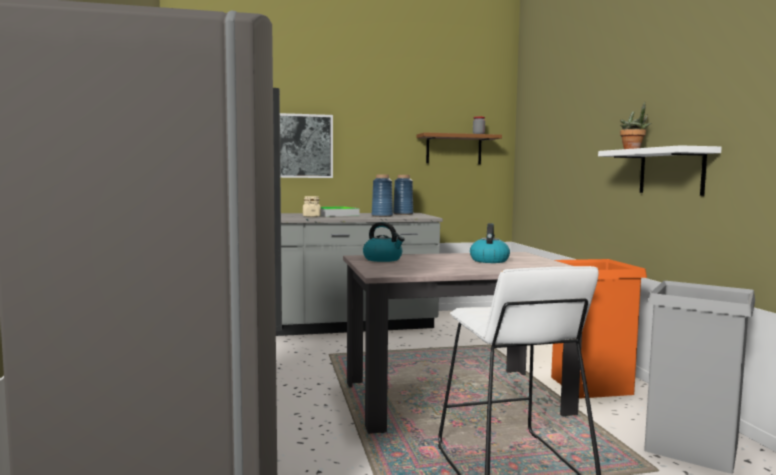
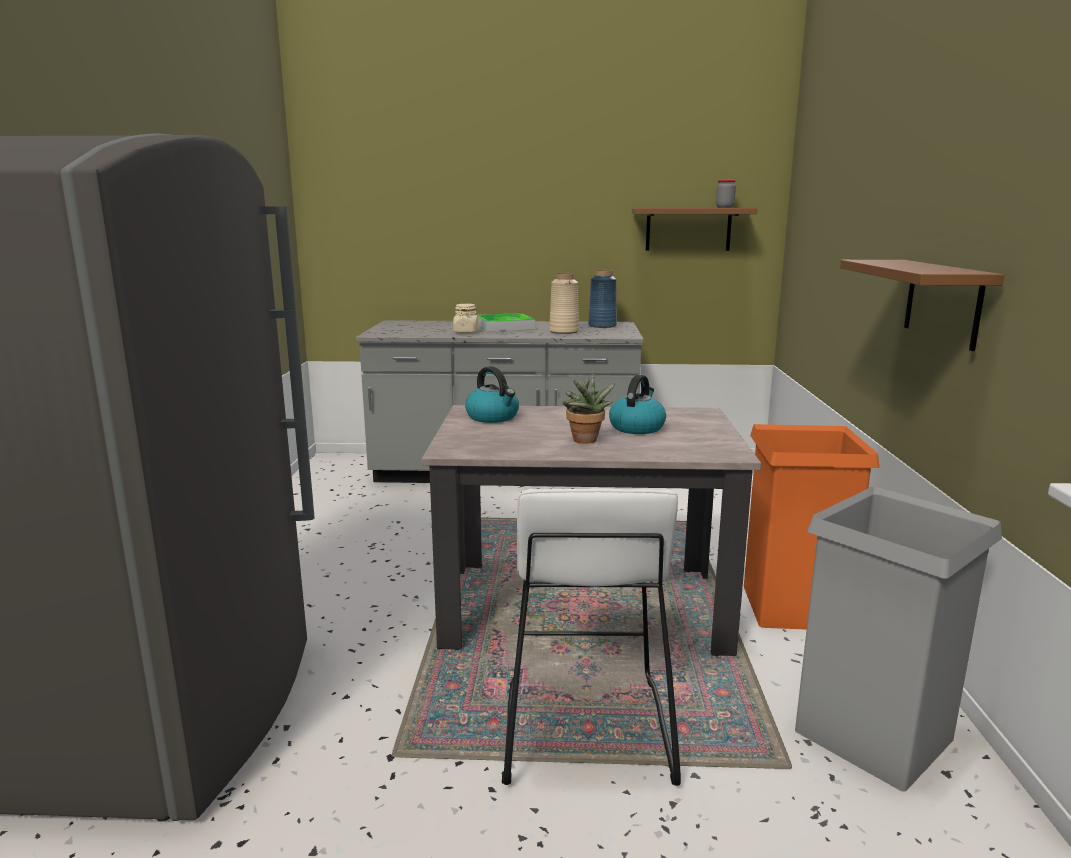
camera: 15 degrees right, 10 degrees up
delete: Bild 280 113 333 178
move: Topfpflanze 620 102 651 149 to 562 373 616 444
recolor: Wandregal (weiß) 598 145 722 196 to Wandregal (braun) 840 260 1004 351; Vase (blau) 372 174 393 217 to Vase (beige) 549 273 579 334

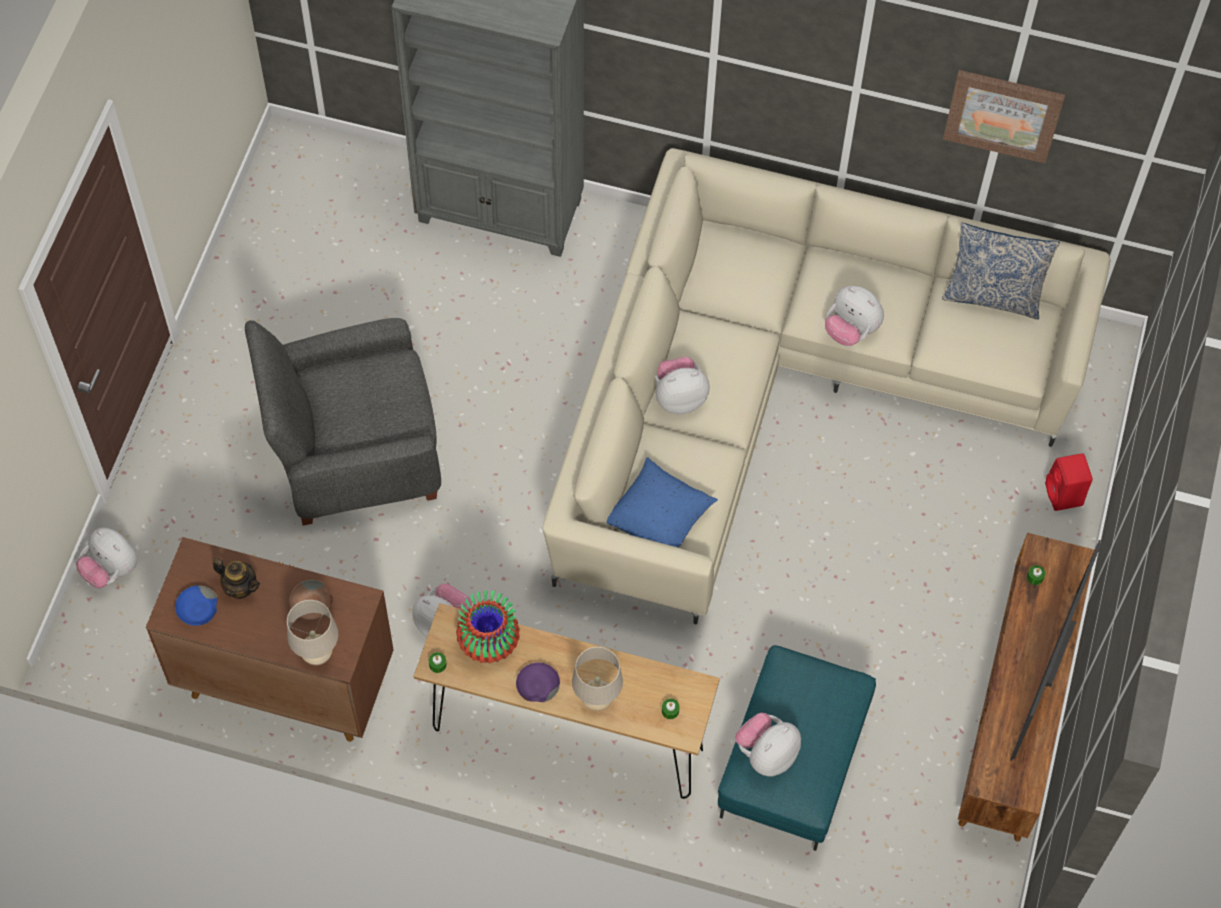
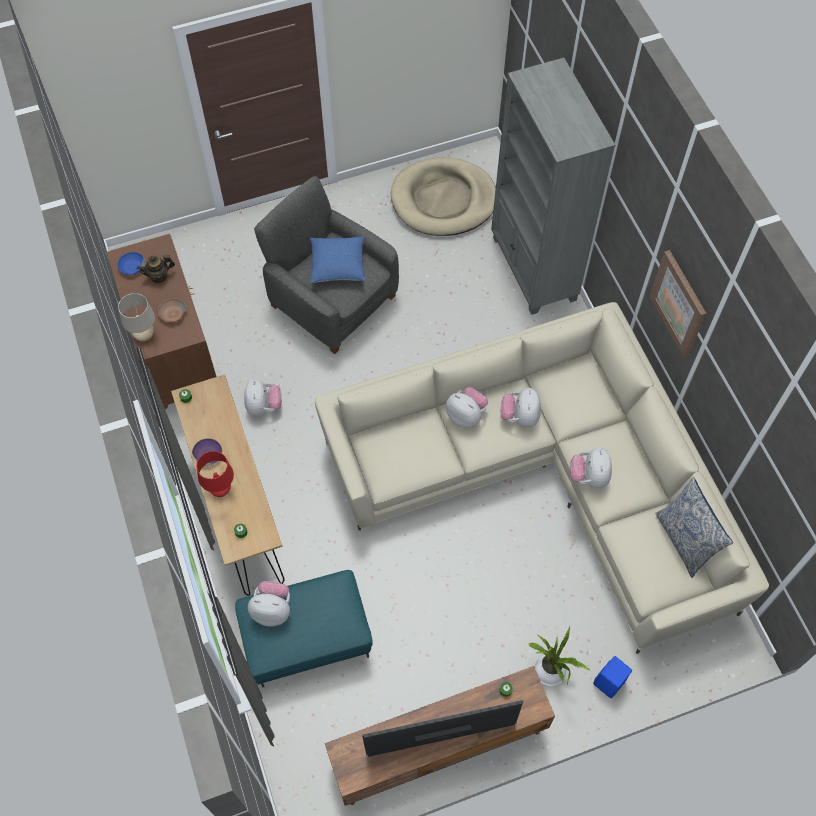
camera: 55 degrees right, 0 degrees up
delete: Vase 456 590 520 663
insert: Hundebett (beige) 390 157 496 236; Topfpflanze 529 626 591 686
move: Bild 943 70 1065 163 to 649 250 706 357; Kissen (blau) 606 457 718 548 to 310 236 366 283; Plüschtier 76 528 138 588 to 501 388 541 427
recolor: Lautsprecher (rot) 1045 453 1093 511 to Lautsprecher (blau) 593 656 632 699; Tischlampe (beige) 572 647 623 711 to Tischlampe (rot) 196 451 234 497
rotate: Teekanne 213 558 260 599 = 137 255 175 283 75 degrees clockwise

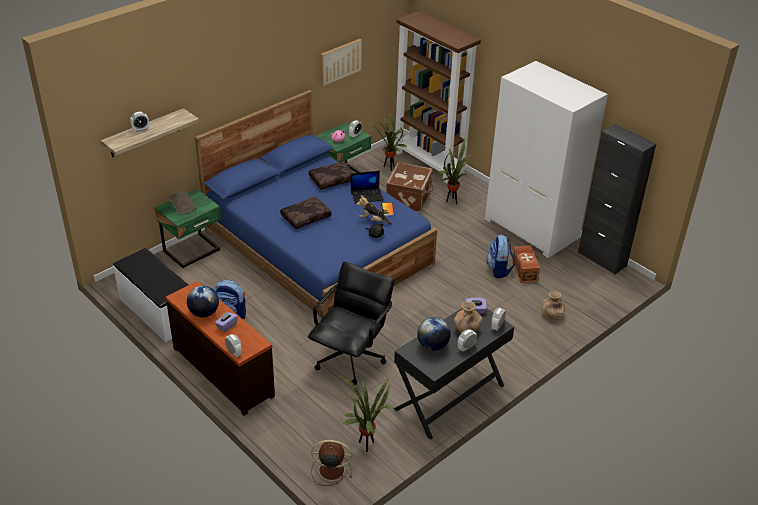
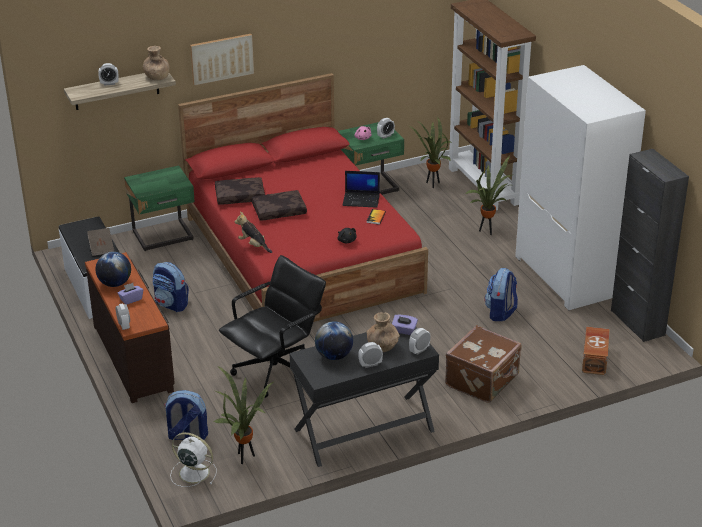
camera: 20 degrees right, 5 degrees down
insert: Rucksack 164 390 208 440
move: Bild 321 39 362 86 to 190 34 254 86; Kissen (braun) 309 161 354 190 to 215 177 265 205; Koffer (braun) 386 162 433 212 to 445 325 522 403; Buch (braun) 169 190 197 216 to 87 228 114 256; Plüschtier 357 195 392 225 to 234 211 272 253; Aufbewahrungsbox (braun) 512 245 540 283 to 582 327 610 375; Vase (braun) 541 291 565 320 to 143 46 169 80
recolor: Bett (blau) 195 90 437 318 to Bett (rot) 178 73 428 322; Ventilator (braun) 311 440 352 486 to Ventilator (weiß) 170 432 217 487

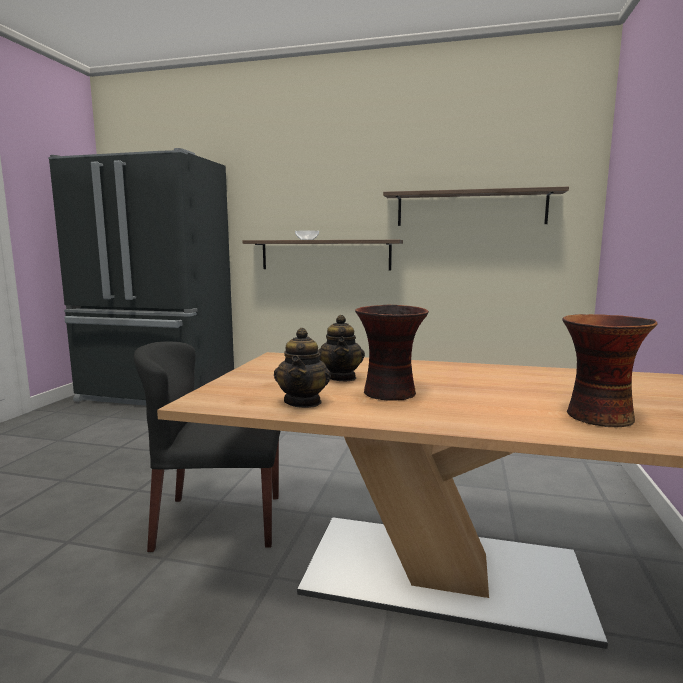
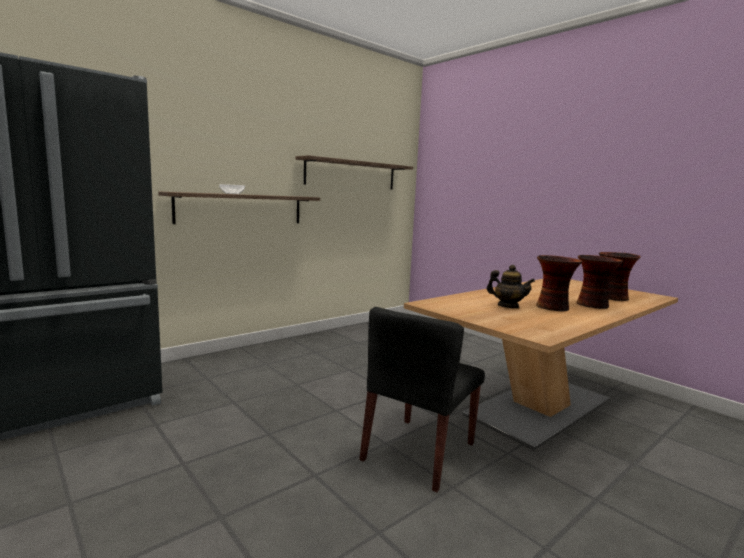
camera: 55 degrees left, 0 degrees up
delete: Teekanne 274 328 331 408
insert: Vase 576 255 623 309

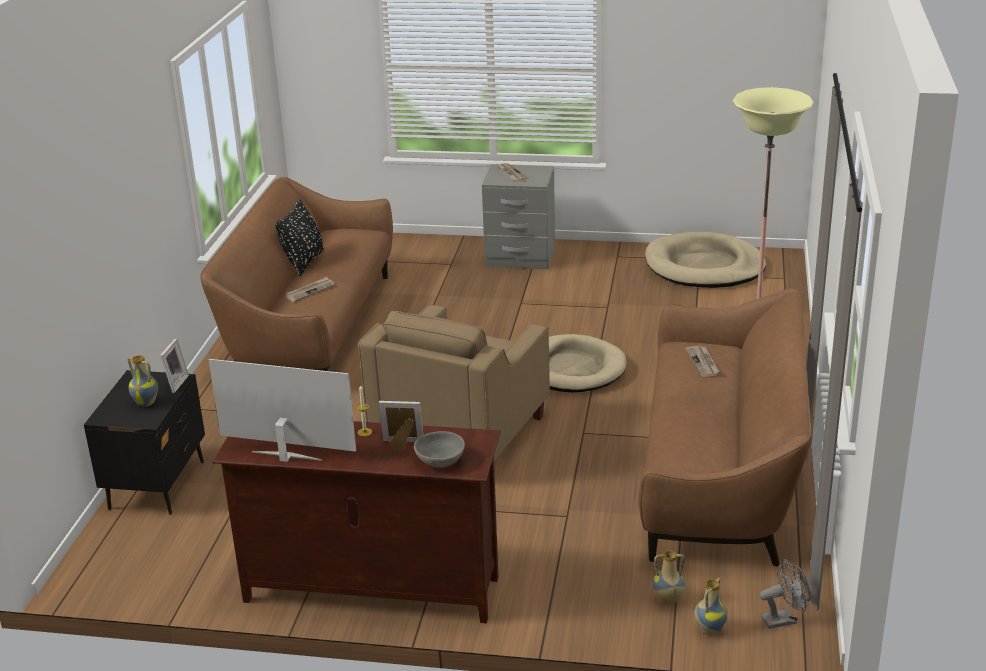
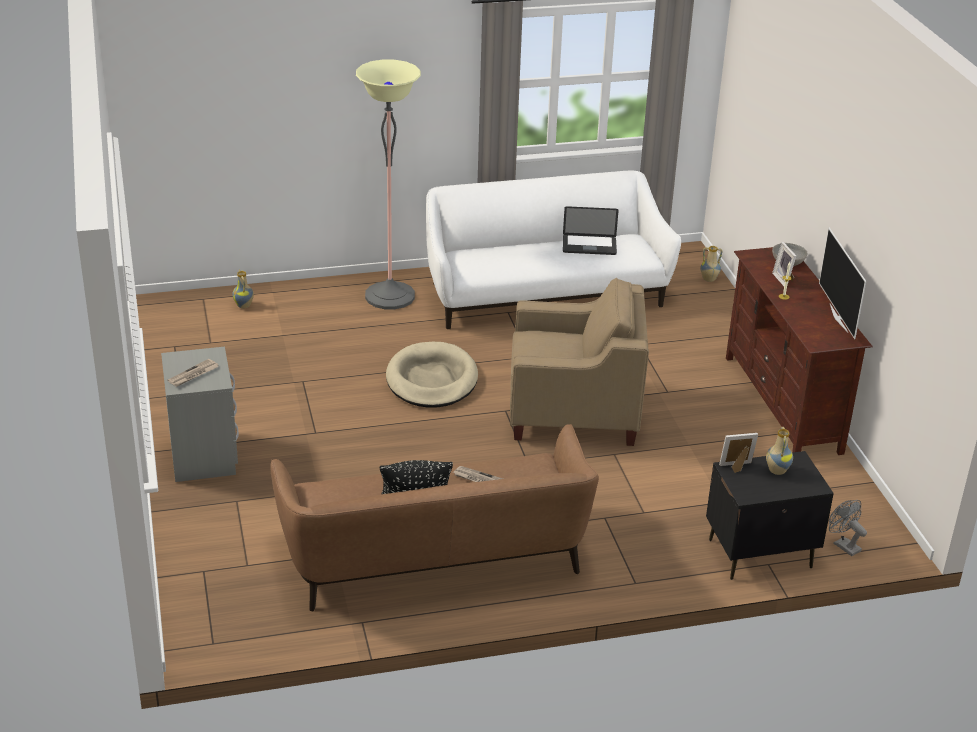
camera: 115 degrees left, 5 degrees up
delete: Hundebett (beige) 645 232 766 288; Zeitung 686 346 720 377
insert: Laptop 563 206 619 255
move: Vase 653 550 685 605 to 232 270 254 308; Ventilator (grau) 760 559 810 629 to 829 500 867 556
recolor: Sofa (braun) 638 289 812 567 to Sofa (weiß) 426 170 681 329

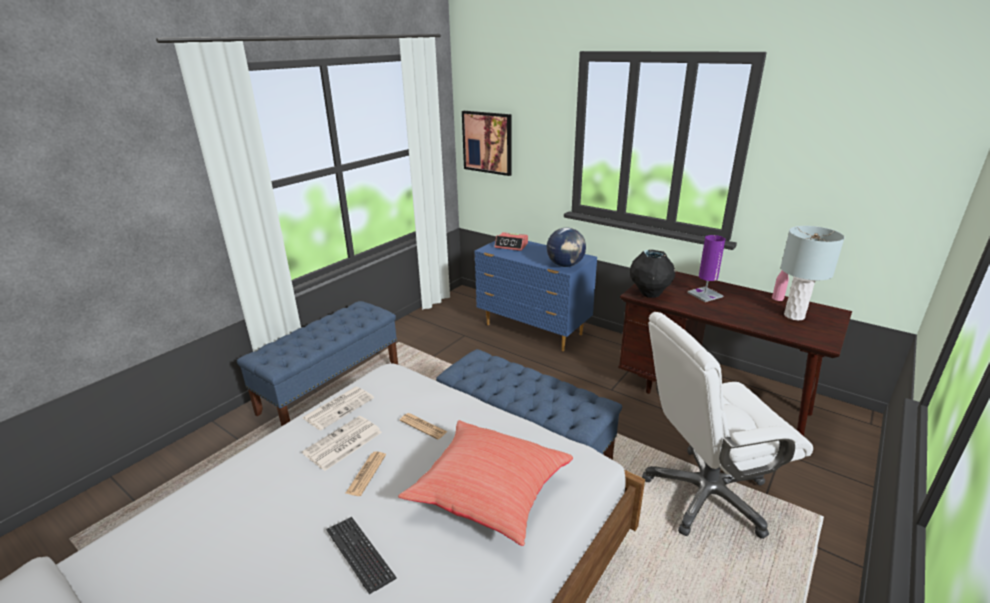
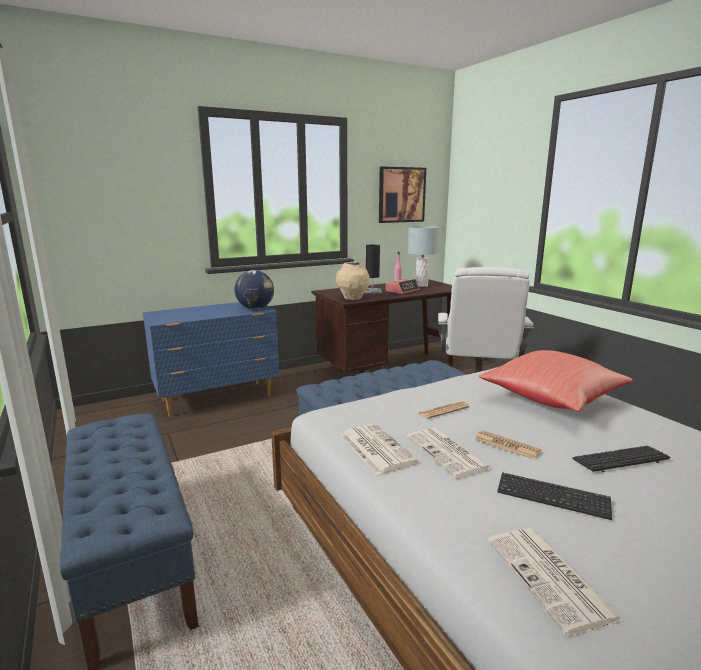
camera: 65 degrees left, 10 degrees down
insert: Tastatur 497 472 612 520; Zeitung 488 528 624 636
move: Bild 462 111 512 176 to 379 167 426 223; Wecker 495 232 528 251 to 386 279 420 294
recolor: Tischlampe (lila) 687 235 725 302 to Tischlampe (schwarz) 364 245 382 293; Vase (schwarz) 630 250 675 298 to Vase (beige) 336 261 370 300

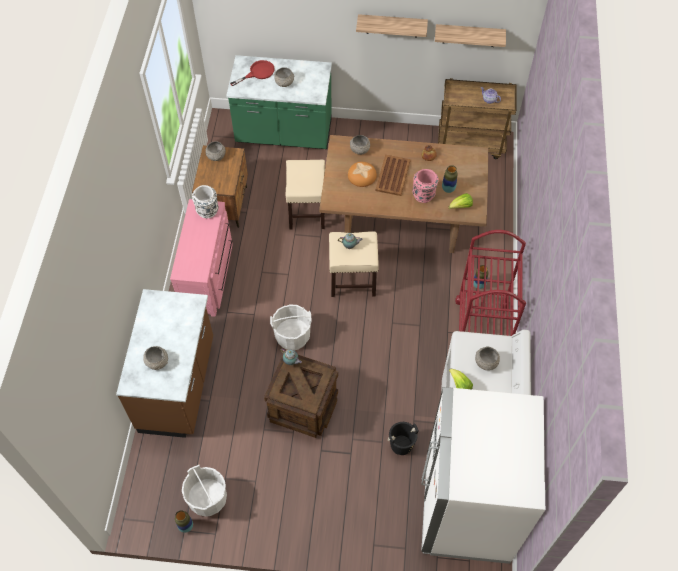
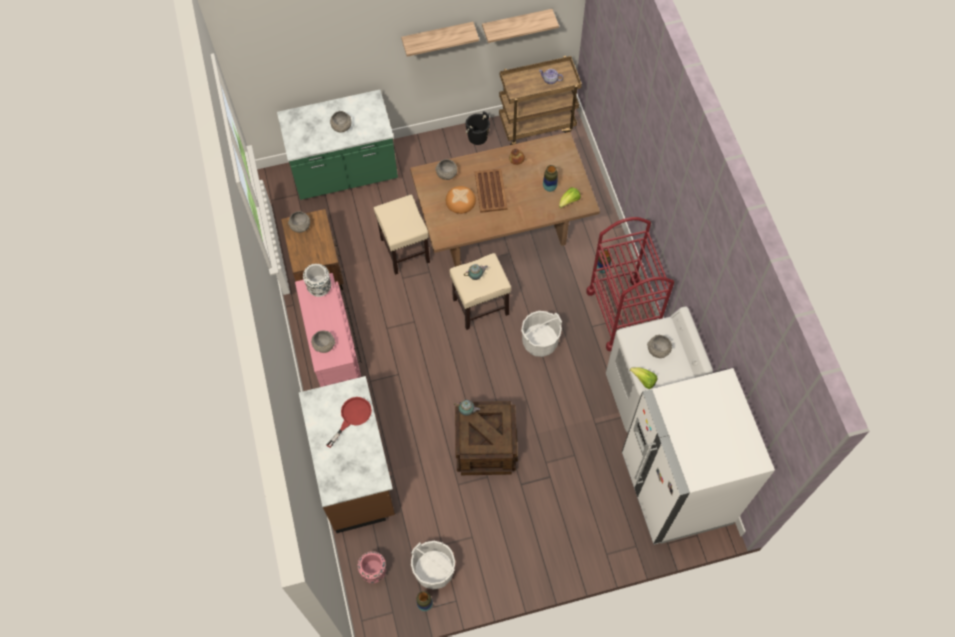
camera: 20 degrees left, 5 degrees up
move: Pfanne (rot) 230 60 275 86 to 327 397 372 448; Vase (rosa) 412 169 439 203 to 358 551 386 583; Eimer (weiß) 270 305 311 350 to 521 311 562 357; Schüssel (grau) 143 346 168 370 to 311 330 335 353; Eimer (schwarz) 388 422 419 455 to 465 111 490 145

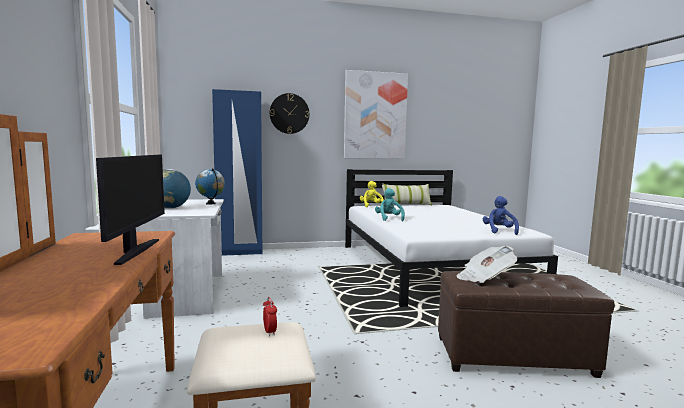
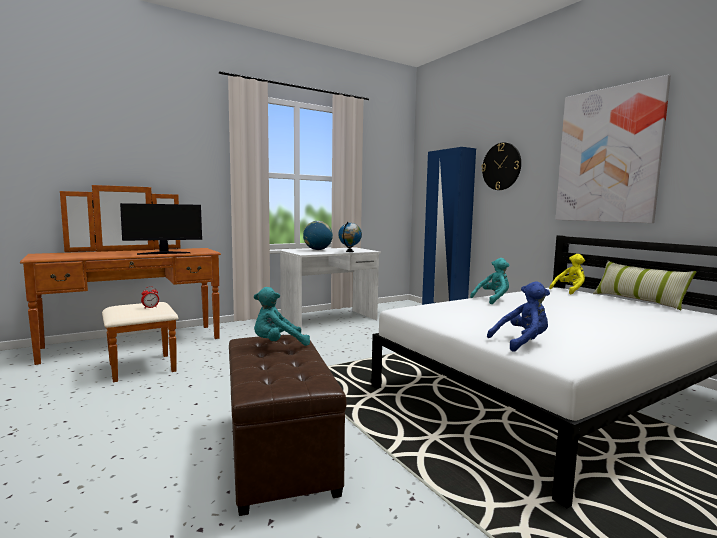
camera: 70 degrees right, 0 degrees up
replace: Zeitung 457 246 517 283 to Plüschtier (türkis) 254 287 310 346

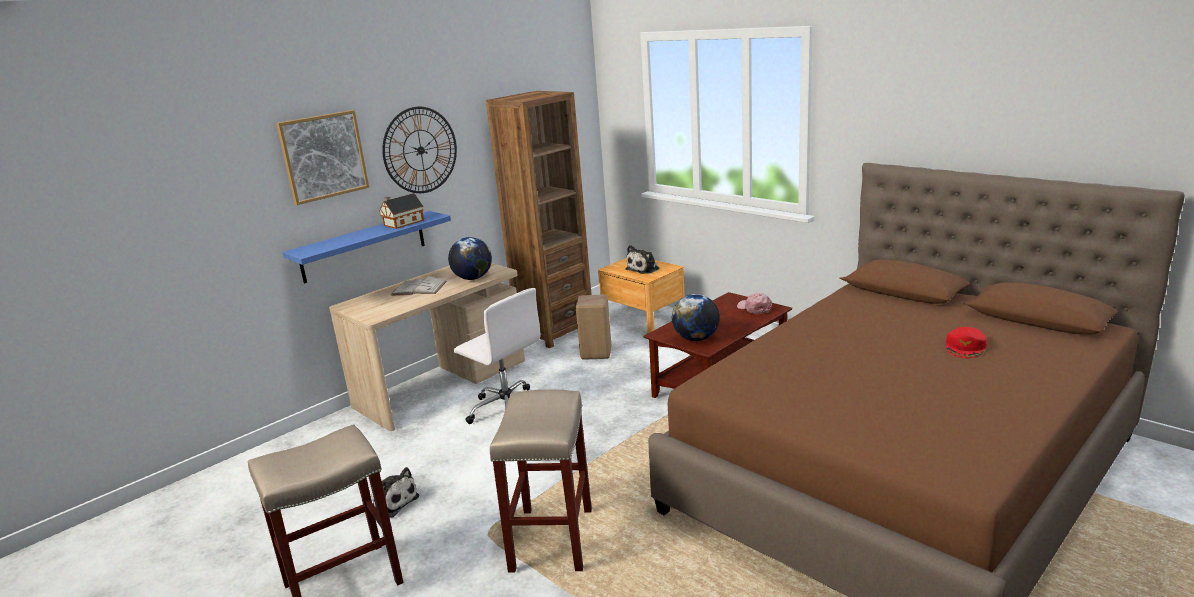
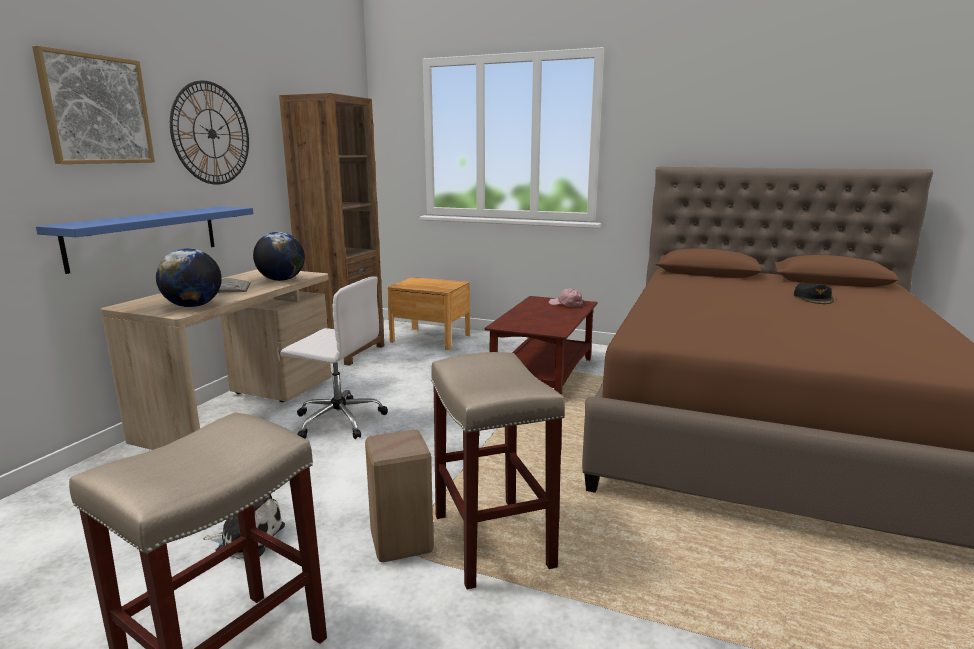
camera: 25 degrees left, 5 degrees down
delete: Spielzeughaus 379 193 424 229; Plüschtier 625 245 659 274
move: Hocker (beige) 576 294 612 360 to 365 430 434 562; Globus 672 294 720 341 to 156 248 222 307
recolor: Kappe (rot) 946 327 987 358 to Kappe (schwarz) 794 283 834 304

